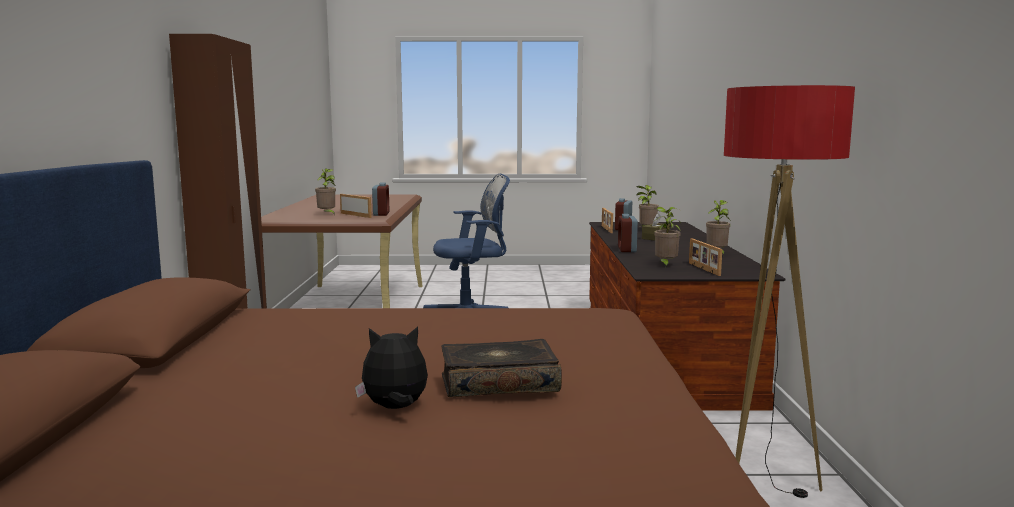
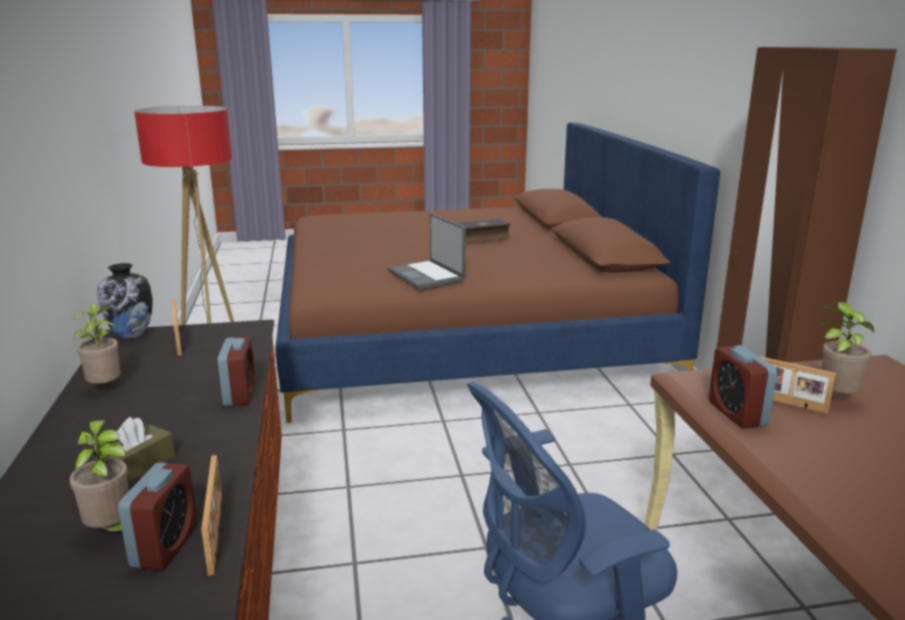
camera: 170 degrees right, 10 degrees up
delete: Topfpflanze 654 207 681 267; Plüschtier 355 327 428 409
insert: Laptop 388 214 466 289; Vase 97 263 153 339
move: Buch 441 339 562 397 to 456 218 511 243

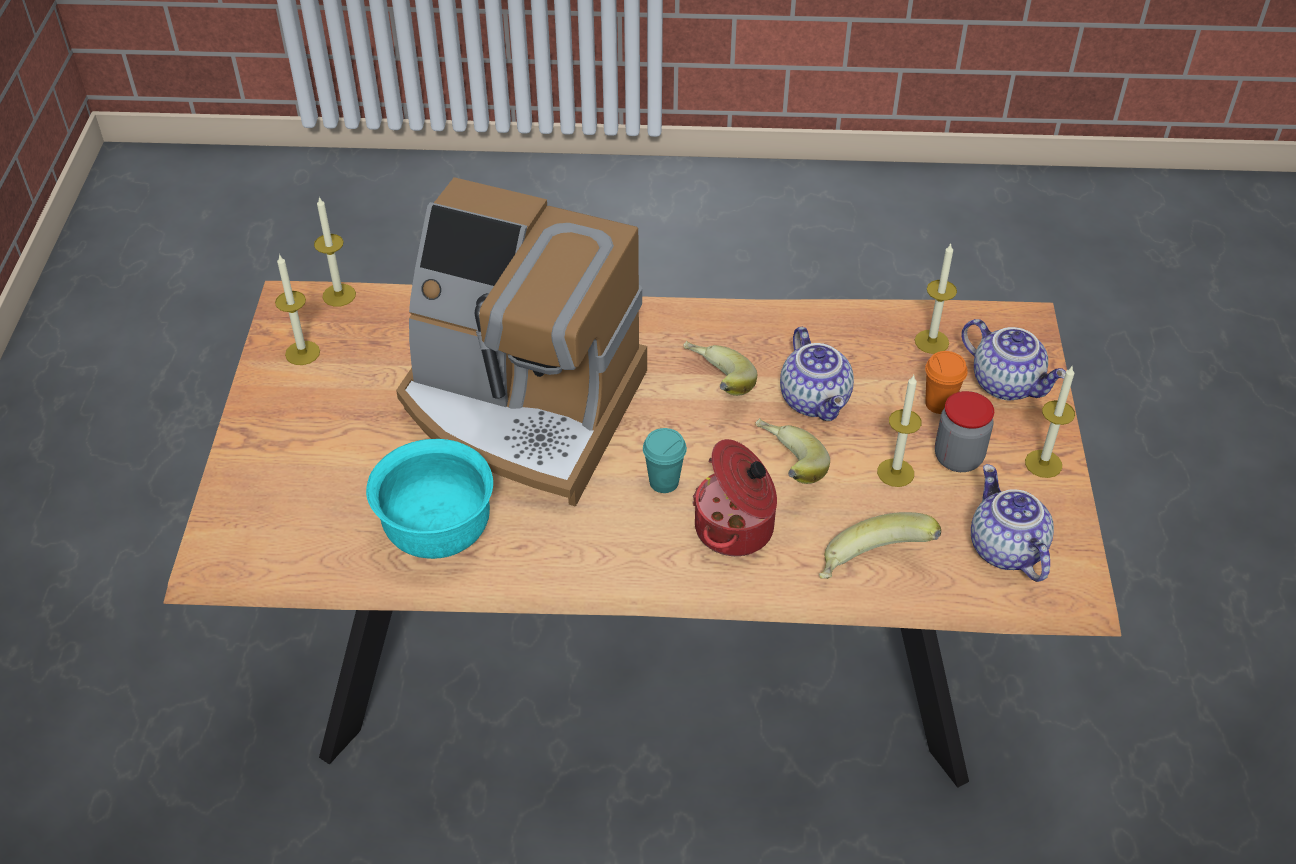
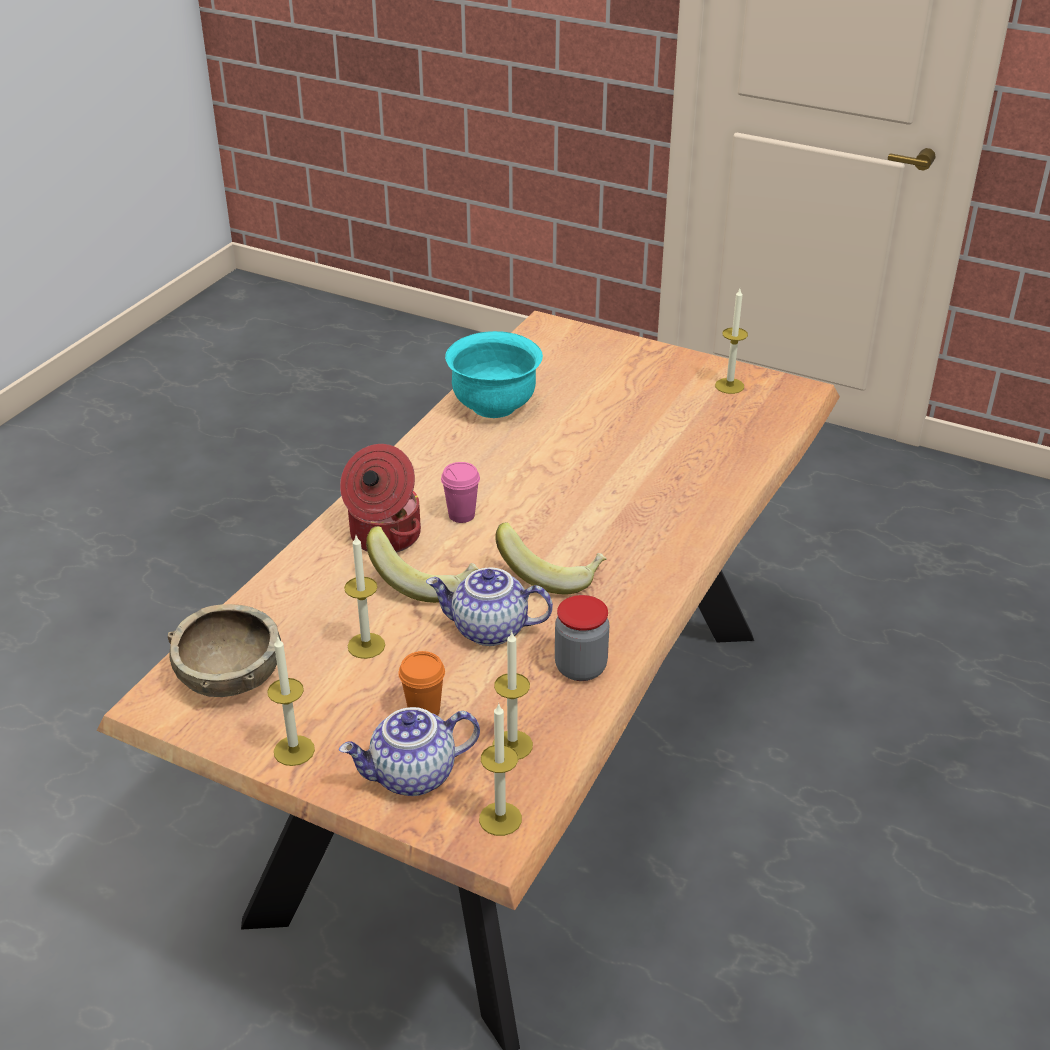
camera: 115 degrees right, 10 degrees down
delete: Kaffeemaschine 396 177 647 507; Banane 819 512 941 579
move: Kerze 314 196 356 307 to 479 703 522 836; Vorratsglas 935 391 994 472 to 555 595 609 681
replace: Teekanne 971 464 1054 582 to Schüssel (braun) 168 604 281 697
recolor: Tasse (türkis) 643 428 687 493 to Tasse (rosa) 441 462 480 523

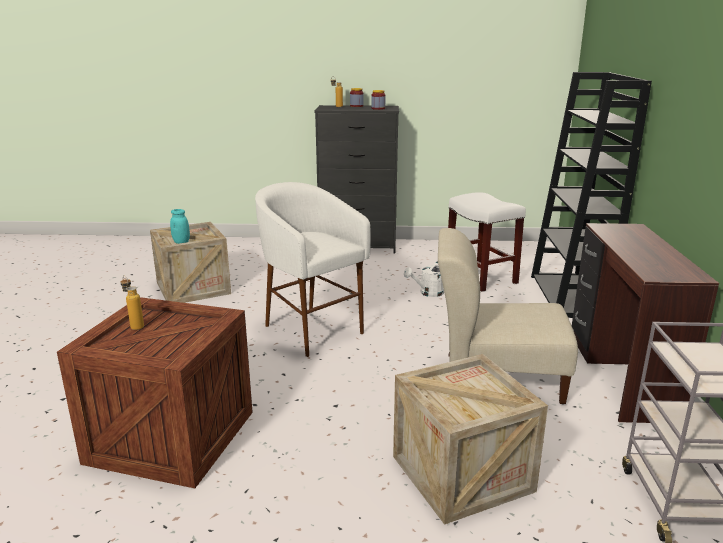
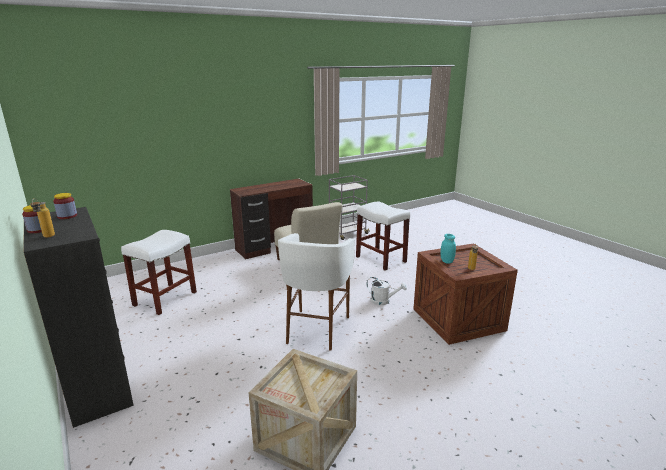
camera: 125 degrees left, 0 degrees up
delete: Bücherregal (schwarz) 531 72 652 318
move: Vorratsglas (türkis) 170 209 190 244 to 440 234 456 264; Gießkanne (weiß) 404 261 444 297 to 367 277 407 305
replace: Kiste 393 354 548 525 to Hocker (weiß) 356 202 410 271

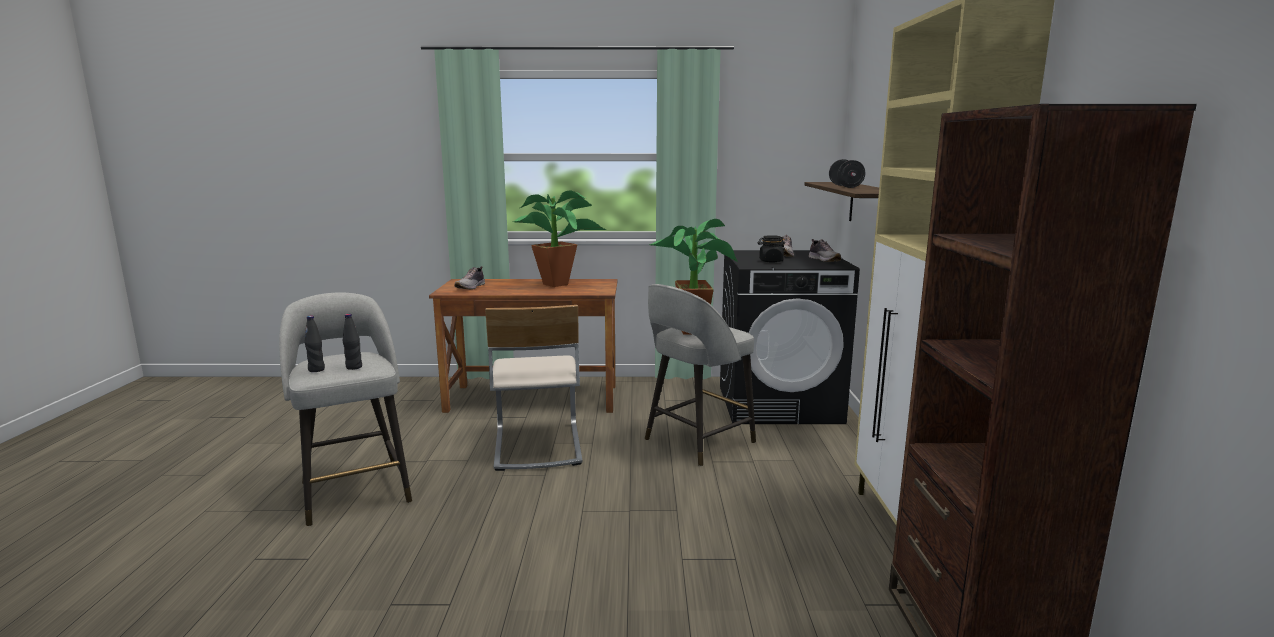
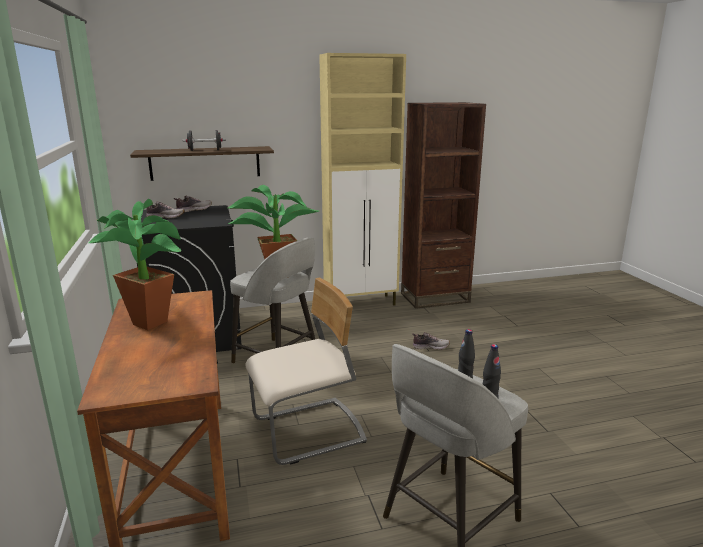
camera: 105 degrees left, 5 degrees up
delete: Vorratsglas (schwarz) 758 235 786 262
move: Schuh 454 266 485 290 to 412 332 450 350

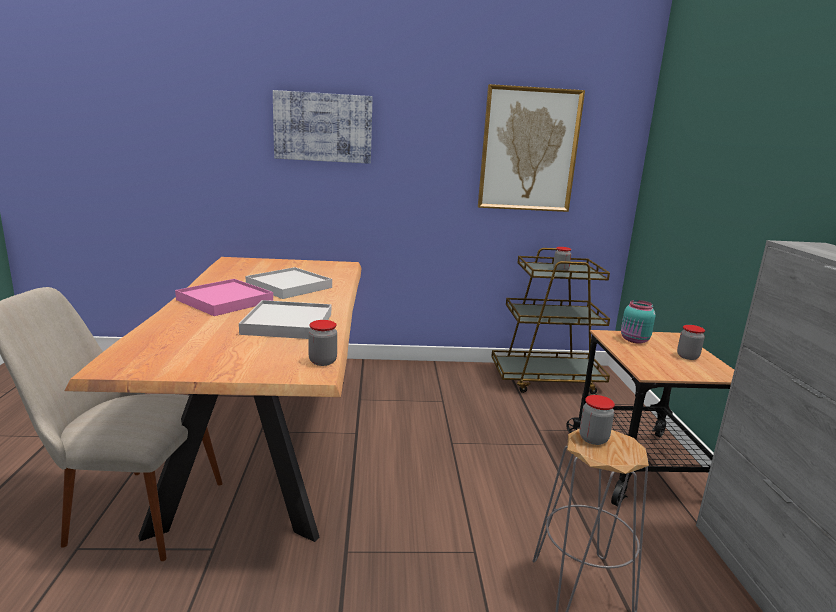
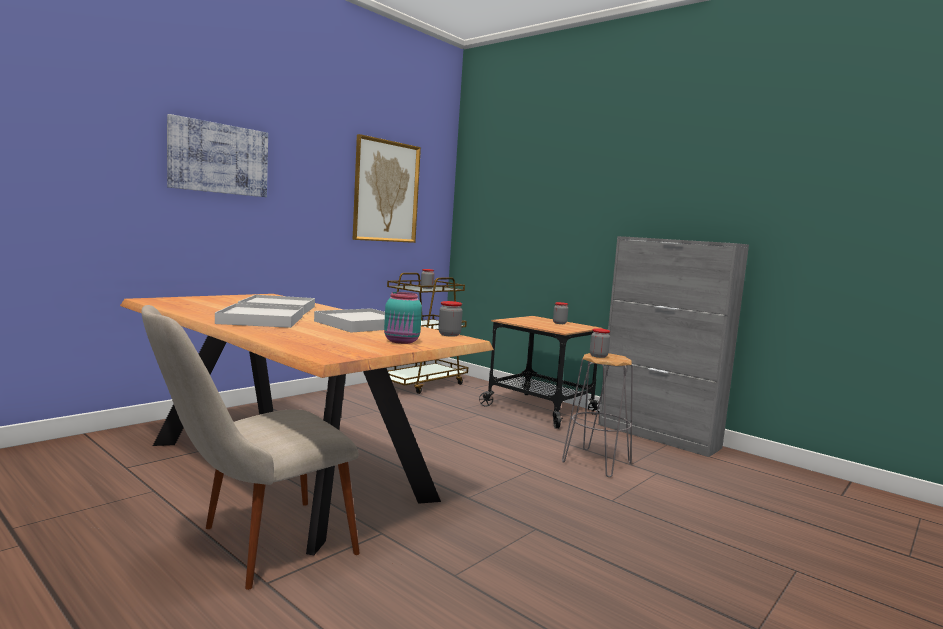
camera: 45 degrees left, 10 degrees down
move: Vorratsglas (türkis) 621 300 656 343 to 384 292 422 344
recolor: Tablett (rosa) 175 279 273 316 to Tablett (weiß) 215 303 303 328

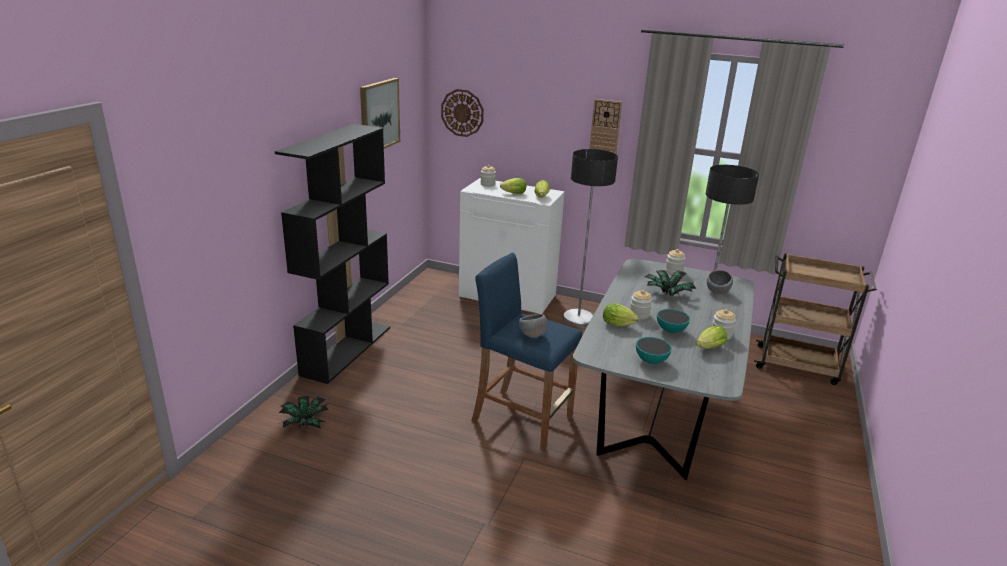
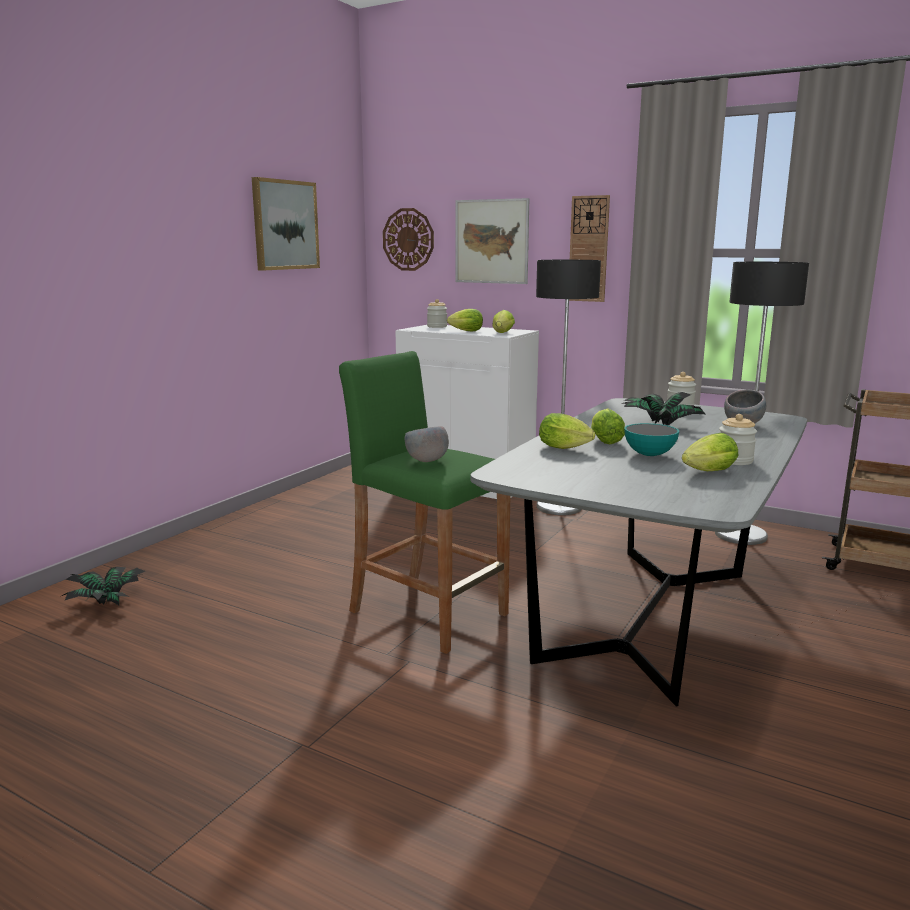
camera: 10 degrees right, 10 degrees down
delete: Bücherregal (schwarz) 275 124 390 384; Schüssel 636 337 672 364
insert: Bild 456 198 529 284
replace: Vorratsglas 630 290 652 319 to Salatkopf 591 409 625 444
recolor: Hocker (blau) 471 253 582 451 to Hocker (grün) 339 351 510 654

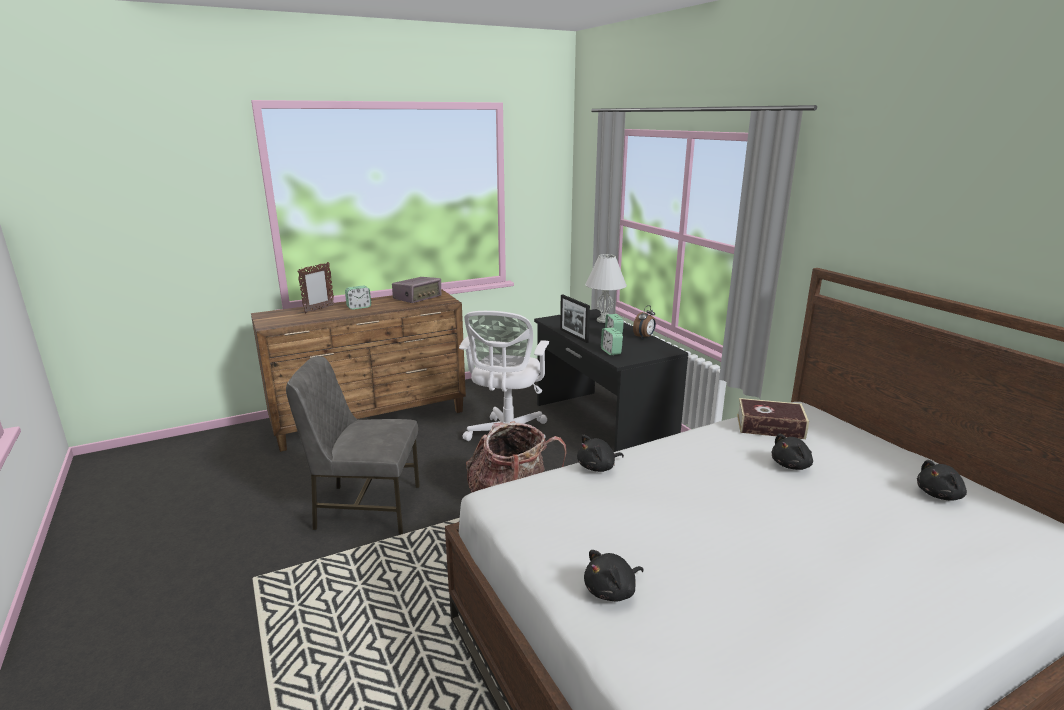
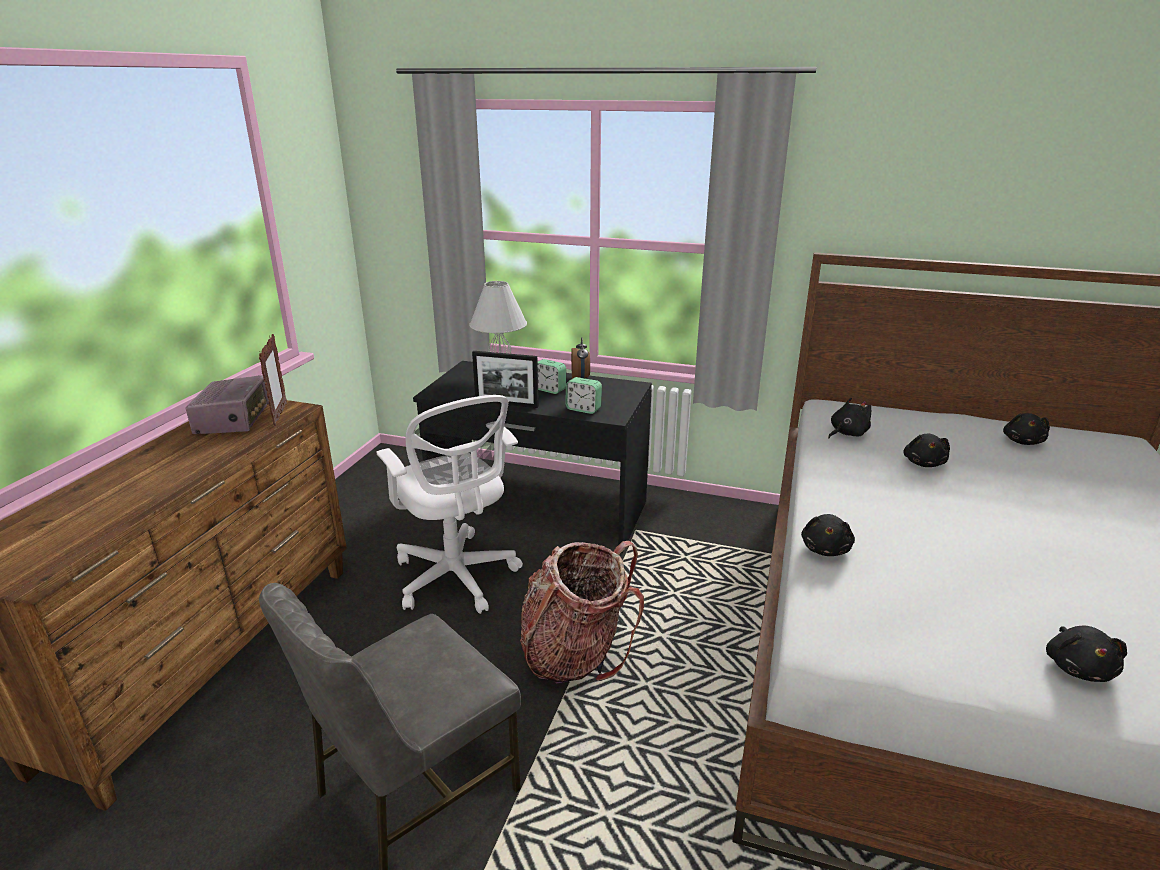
camera: 45 degrees left, 5 degrees up
delete: Wecker 345 286 371 310
move: Bilderrahmen 297 262 335 313 to 259 334 287 426
replace: Buch 737 398 809 439 to Plüschtier (schwarz) 828 398 871 438

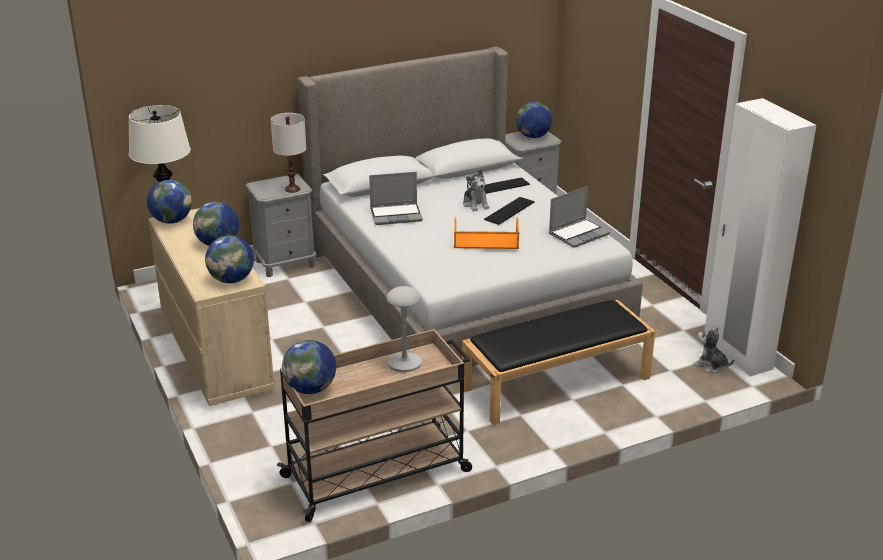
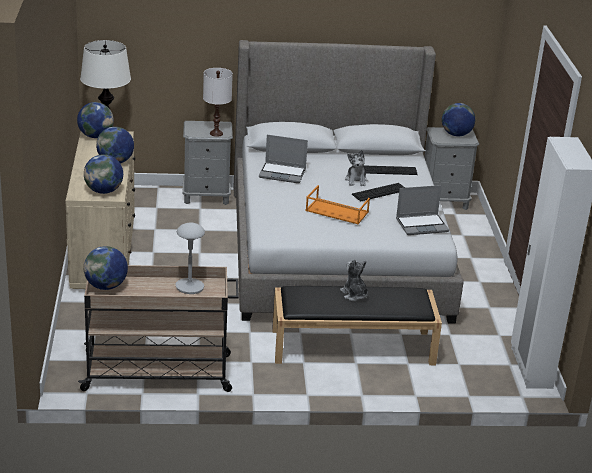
camera: 20 degrees right, 0 degrees up
move: Plüschtier 693 327 734 373 to 340 259 368 301

